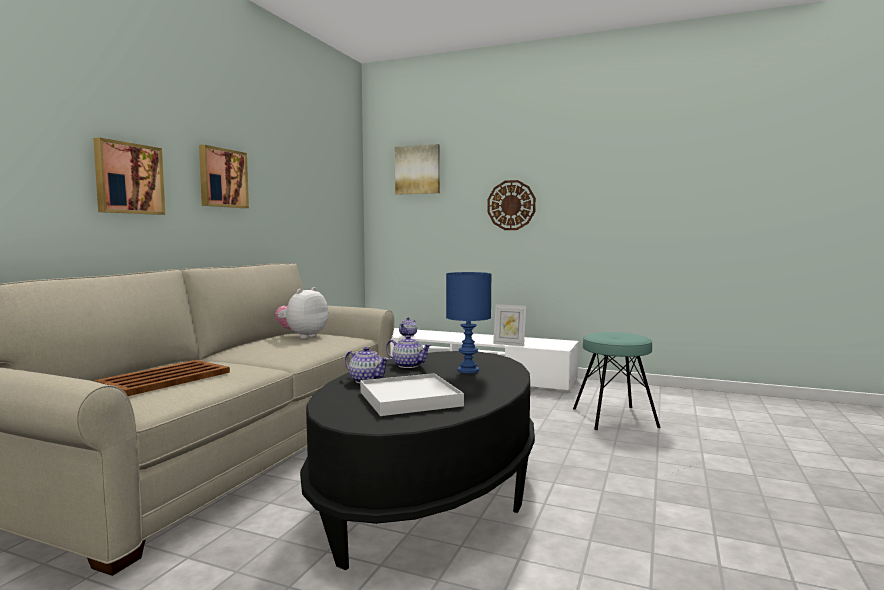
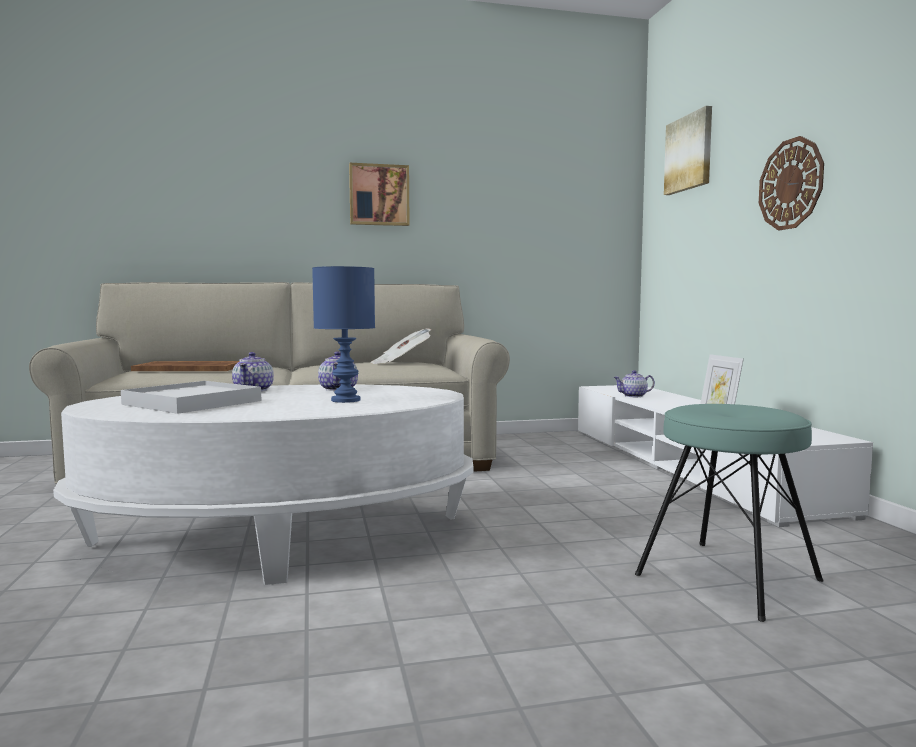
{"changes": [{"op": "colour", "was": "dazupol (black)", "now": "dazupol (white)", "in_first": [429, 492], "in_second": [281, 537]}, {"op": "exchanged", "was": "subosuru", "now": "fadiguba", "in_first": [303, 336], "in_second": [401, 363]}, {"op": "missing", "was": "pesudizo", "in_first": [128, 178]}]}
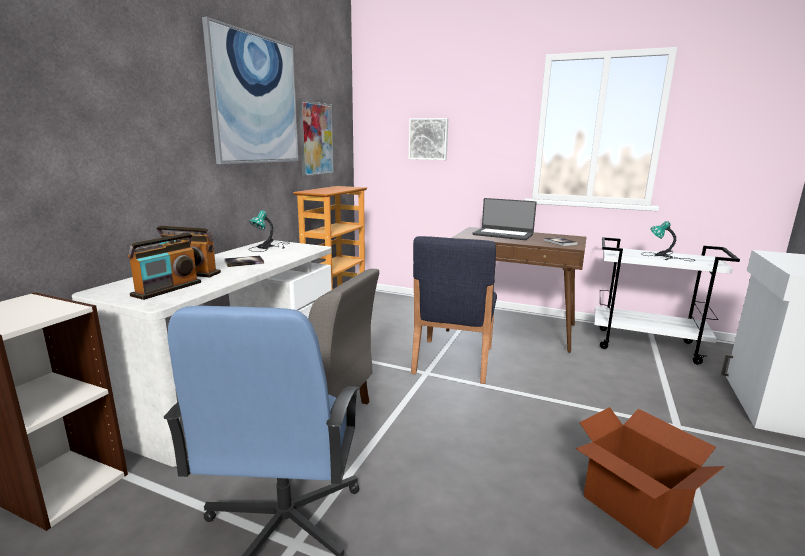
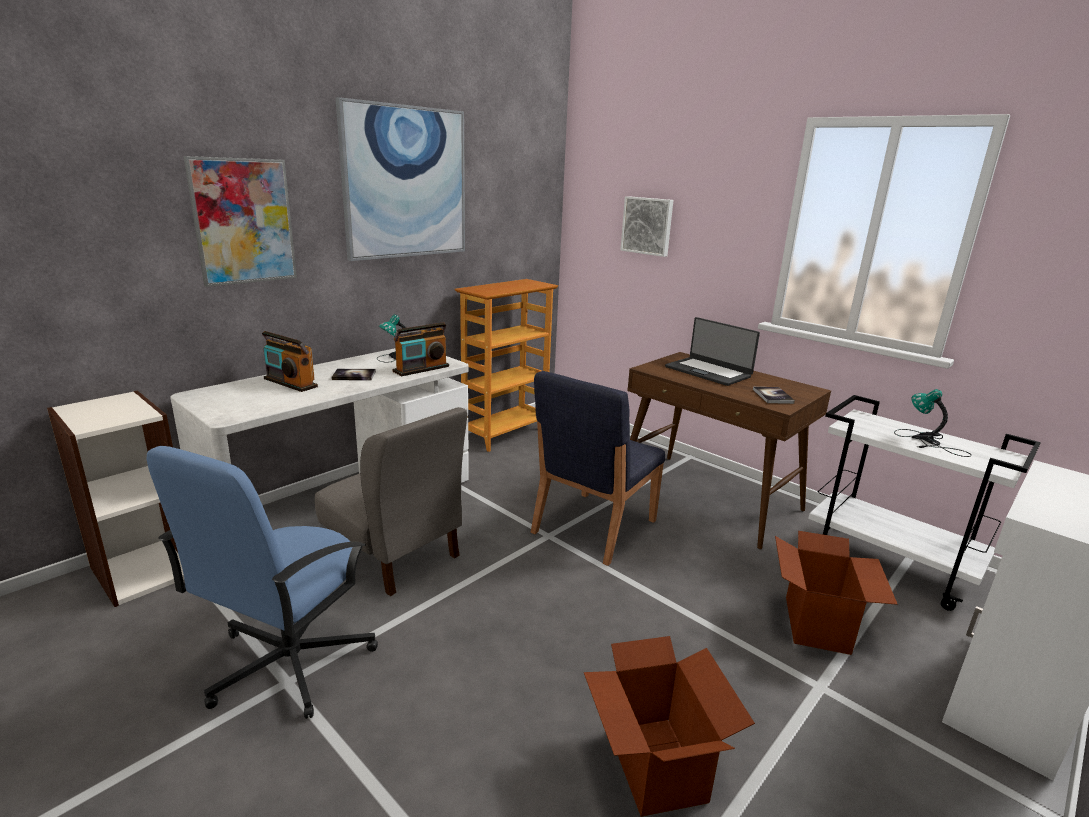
{"changes": [{"op": "relocated", "was": "pesudizo", "in_first": [316, 139], "in_second": [243, 221]}, {"op": "relocated", "was": "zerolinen", "in_first": [167, 289], "in_second": [421, 369]}, {"op": "appeared", "now": "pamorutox", "in_second": [818, 624]}]}
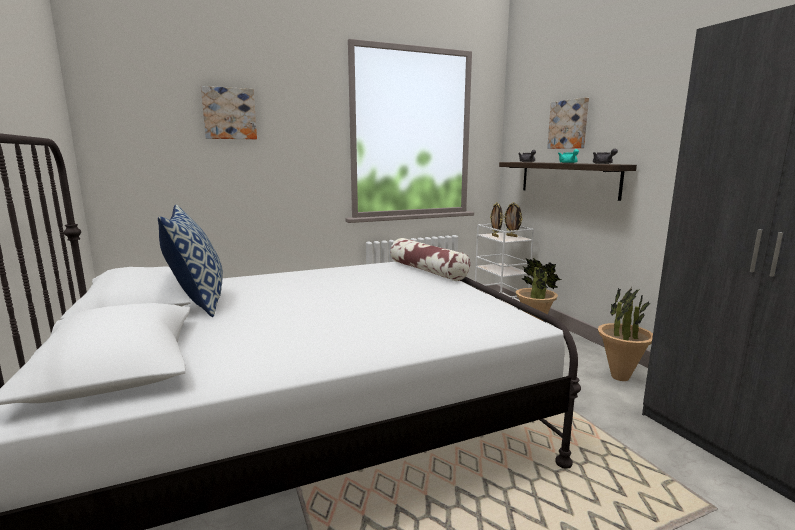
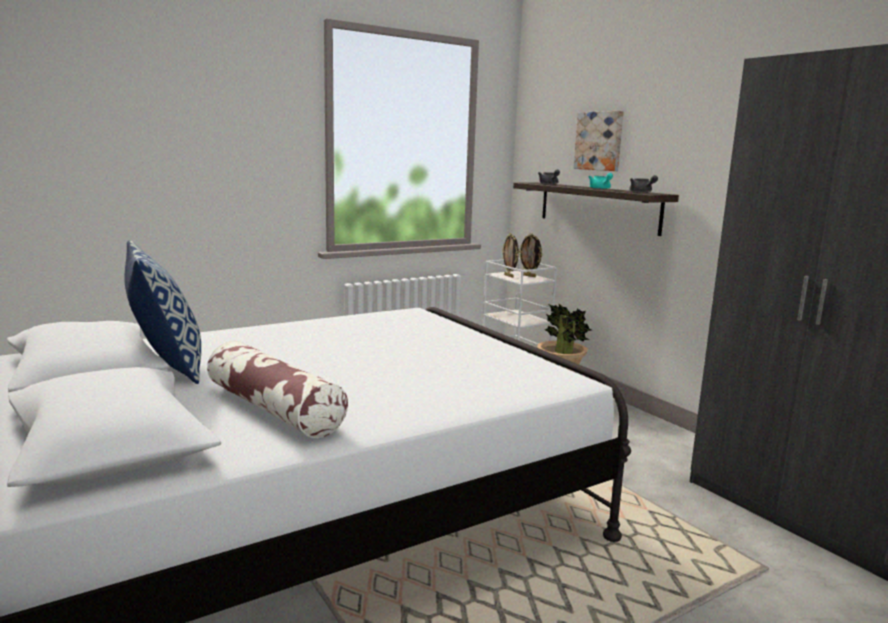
{"changes": [{"op": "relocated", "was": "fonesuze", "in_first": [427, 270], "in_second": [273, 409]}, {"op": "missing", "was": "pesudizo", "in_first": [229, 113]}, {"op": "missing", "was": "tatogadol", "in_first": [619, 377]}]}
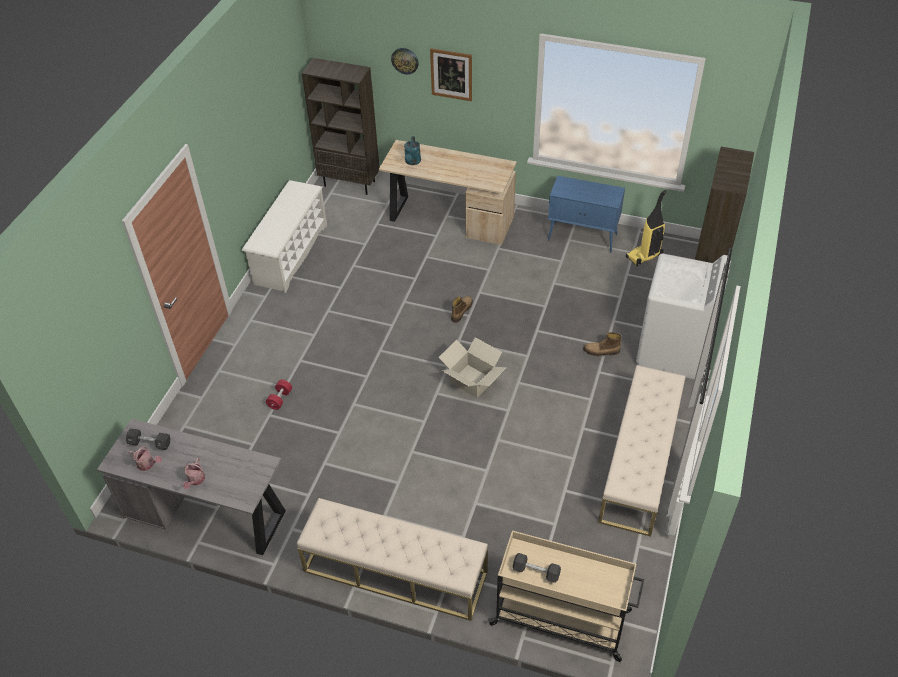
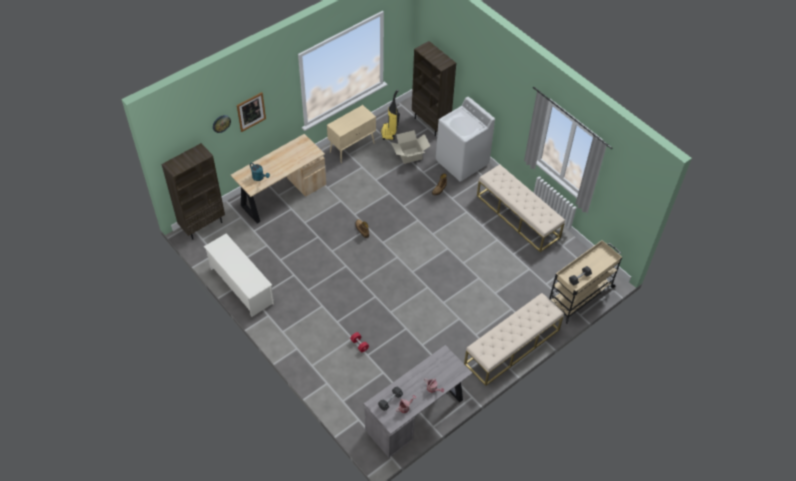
{"changes": [{"op": "colour", "was": "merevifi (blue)", "now": "merevifi (beige)", "in_first": [583, 237], "in_second": [352, 147]}, {"op": "relocated", "was": "pamorutox", "in_first": [472, 381], "in_second": [410, 155]}]}
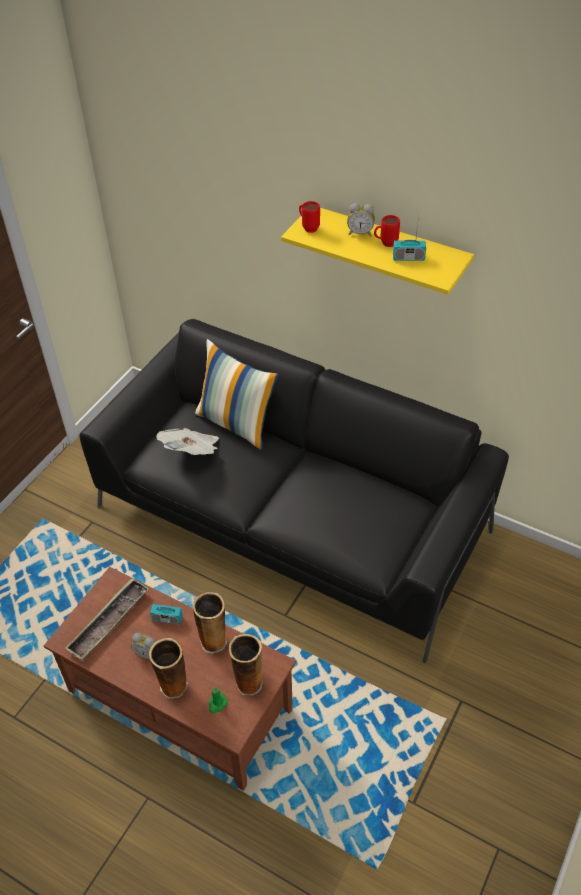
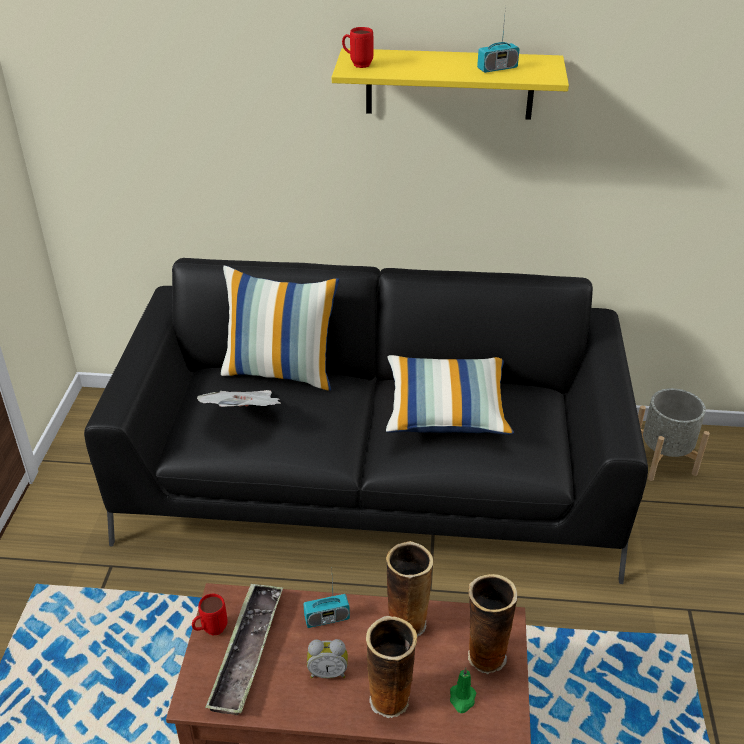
{"changes": [{"op": "relocated", "was": "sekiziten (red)", "in_first": [385, 244], "in_second": [210, 631]}, {"op": "appeared", "now": "fonesuze", "in_second": [446, 410]}, {"op": "appeared", "now": "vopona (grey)", "in_second": [663, 460]}, {"op": "missing", "was": "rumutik", "in_first": [360, 233]}]}
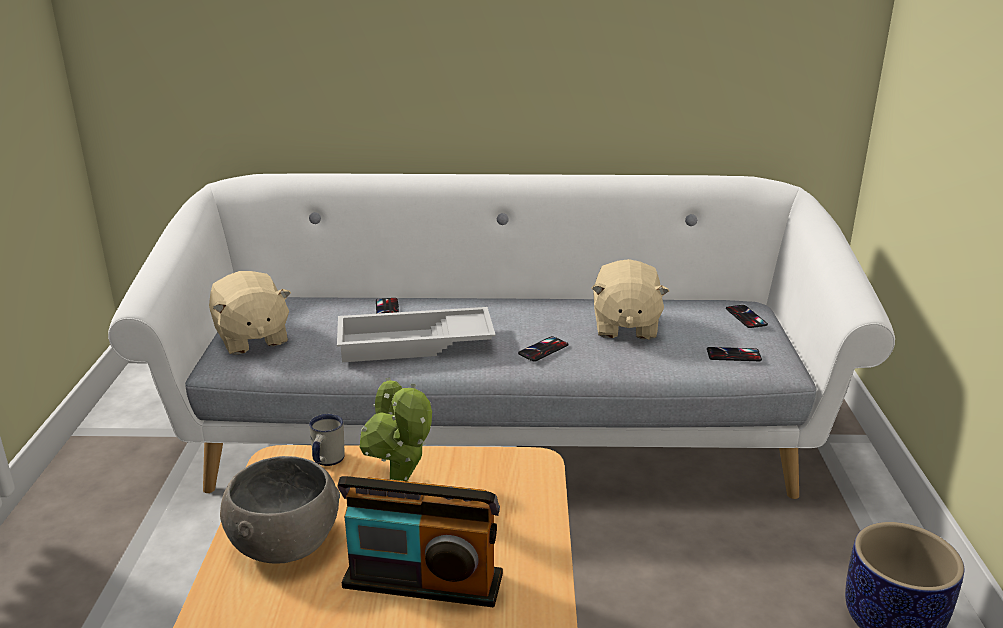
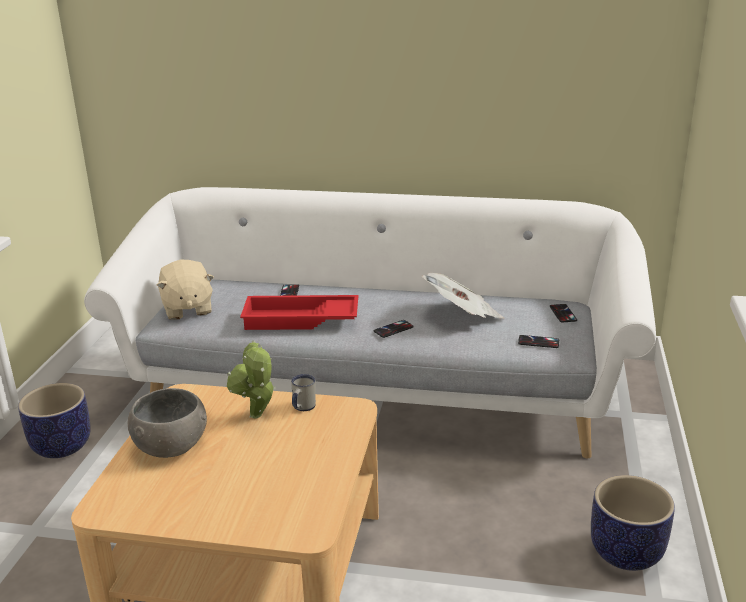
{"changes": [{"op": "appeared", "now": "vopona", "in_second": [61, 446]}, {"op": "colour", "was": "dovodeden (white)", "now": "dovodeden (red)", "in_first": [414, 345], "in_second": [300, 320]}, {"op": "relocated", "was": "sekiziten (white)", "in_first": [326, 461], "in_second": [302, 408]}, {"op": "exchanged", "was": "subosuru (beige)", "now": "fadiguba", "in_first": [625, 326], "in_second": [463, 315]}, {"op": "missing", "was": "zerolinen", "in_first": [423, 581]}]}
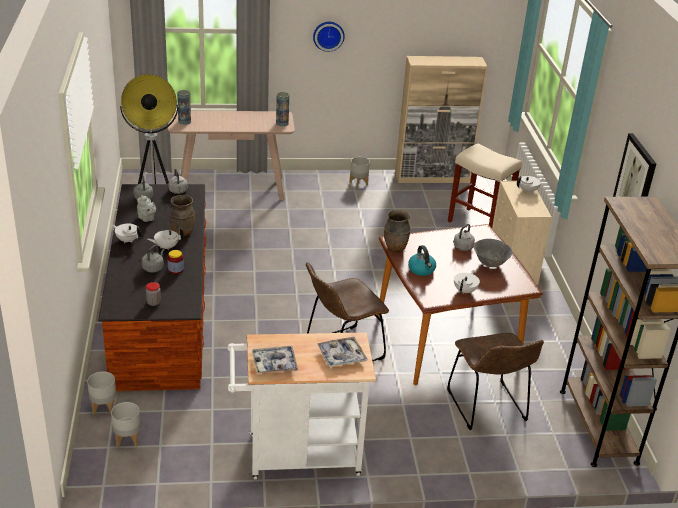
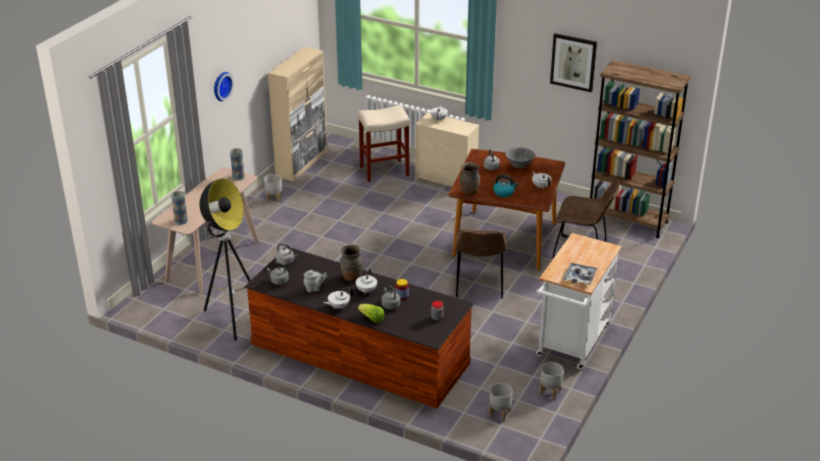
{"changes": [{"op": "appeared", "now": "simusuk", "in_second": [372, 319]}, {"op": "relocated", "was": "vopona (grey)", "in_first": [104, 407], "in_second": [549, 392]}, {"op": "missing", "was": "dovodeden", "in_first": [341, 356]}]}
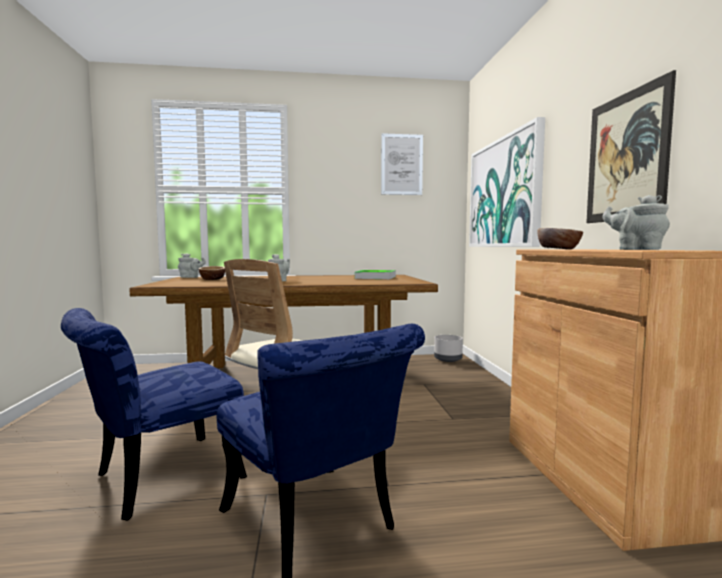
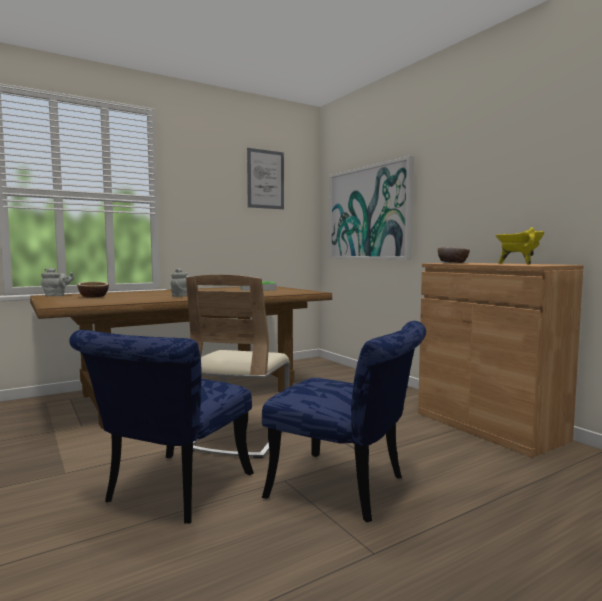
{"changes": [{"op": "exchanged", "was": "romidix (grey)", "now": "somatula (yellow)", "in_first": [636, 249], "in_second": [518, 264]}, {"op": "missing", "was": "vopona (grey)", "in_first": [448, 359]}, {"op": "missing", "was": "pesudizo", "in_first": [626, 157]}]}
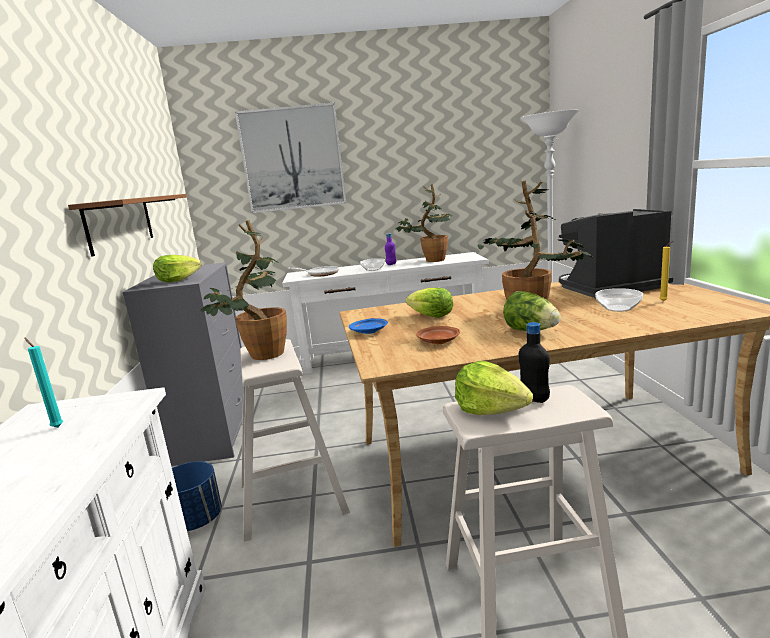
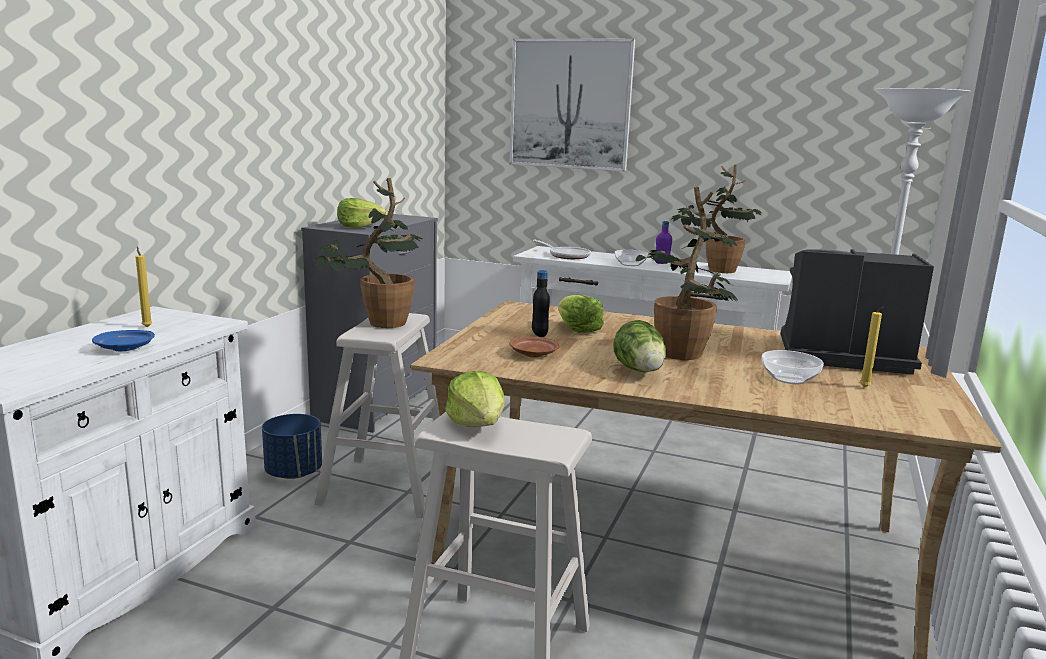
{"changes": [{"op": "relocated", "was": "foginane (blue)", "in_first": [369, 331], "in_second": [125, 348]}, {"op": "colour", "was": "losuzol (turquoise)", "now": "losuzol (yellow)", "in_first": [56, 427], "in_second": [147, 327]}, {"op": "relocated", "was": "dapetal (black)", "in_first": [534, 399], "in_second": [539, 334]}, {"op": "missing", "was": "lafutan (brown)", "in_first": [120, 223]}]}
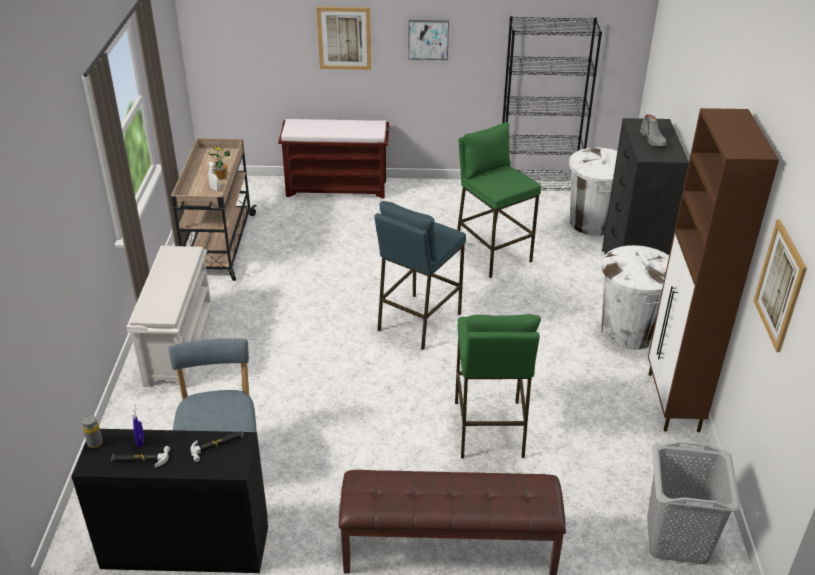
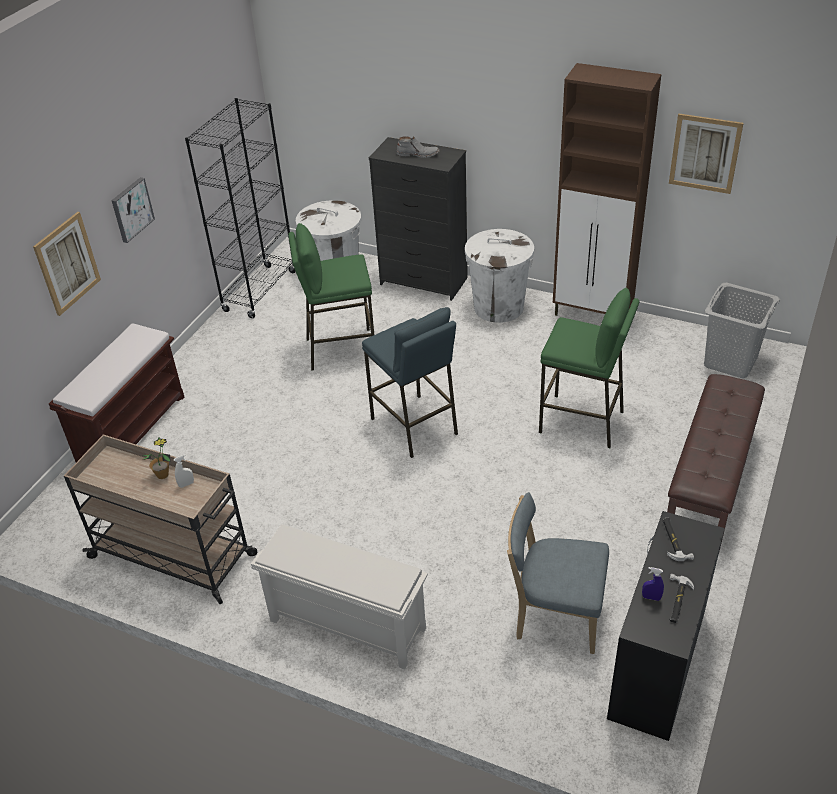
{"changes": [{"op": "missing", "was": "dapetal (grey)", "in_first": [95, 443]}]}
